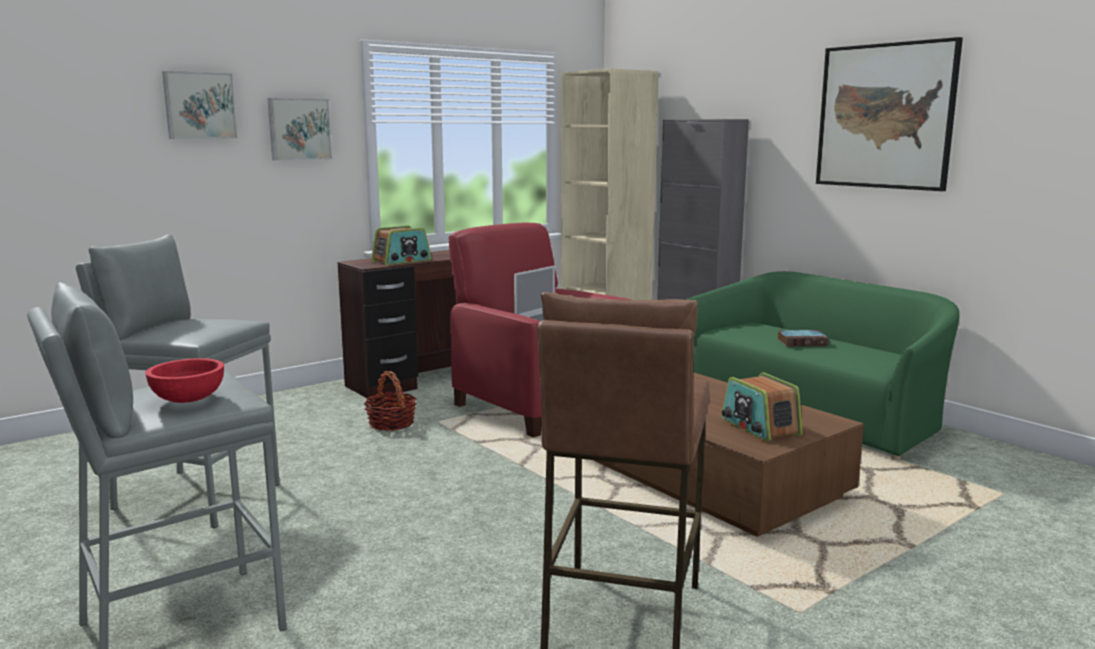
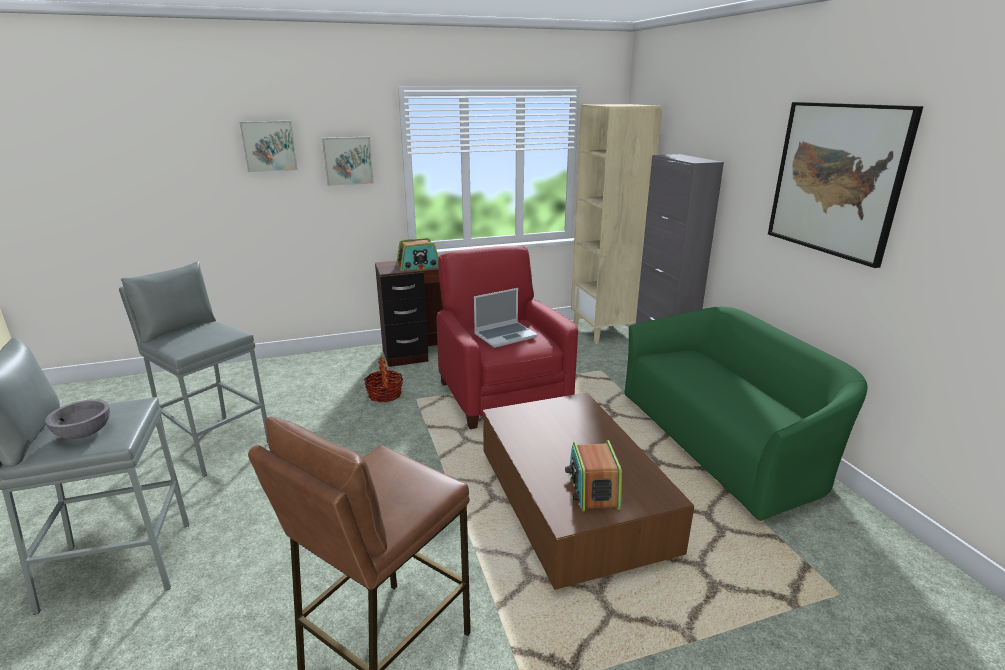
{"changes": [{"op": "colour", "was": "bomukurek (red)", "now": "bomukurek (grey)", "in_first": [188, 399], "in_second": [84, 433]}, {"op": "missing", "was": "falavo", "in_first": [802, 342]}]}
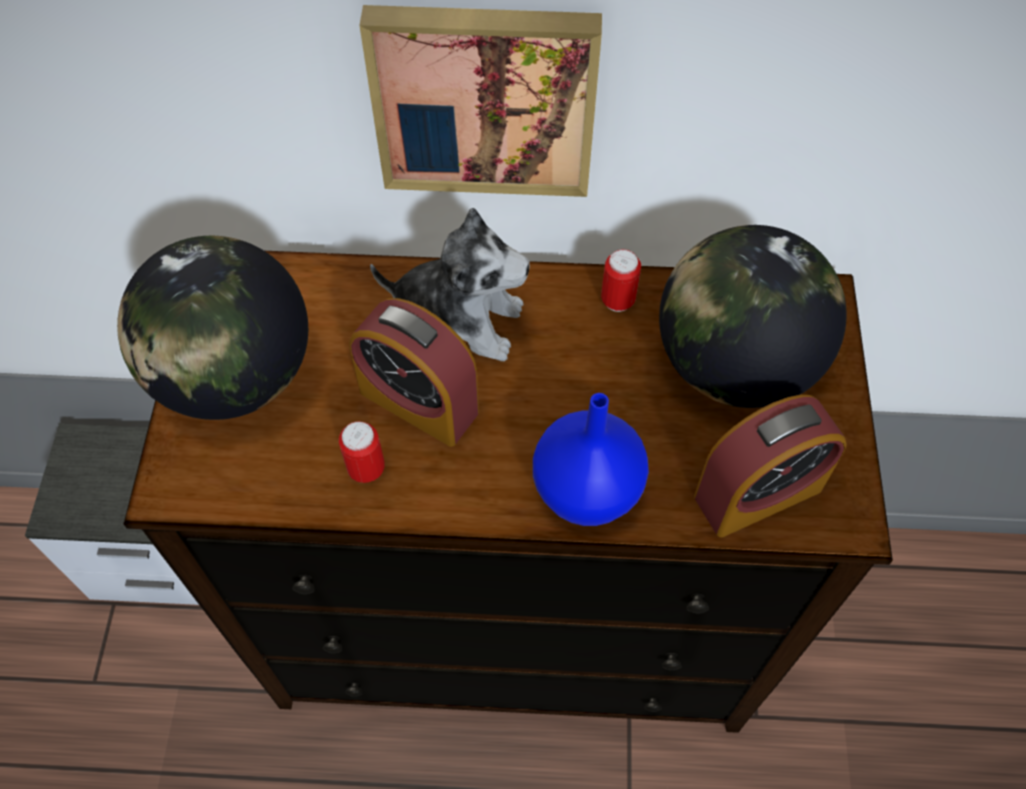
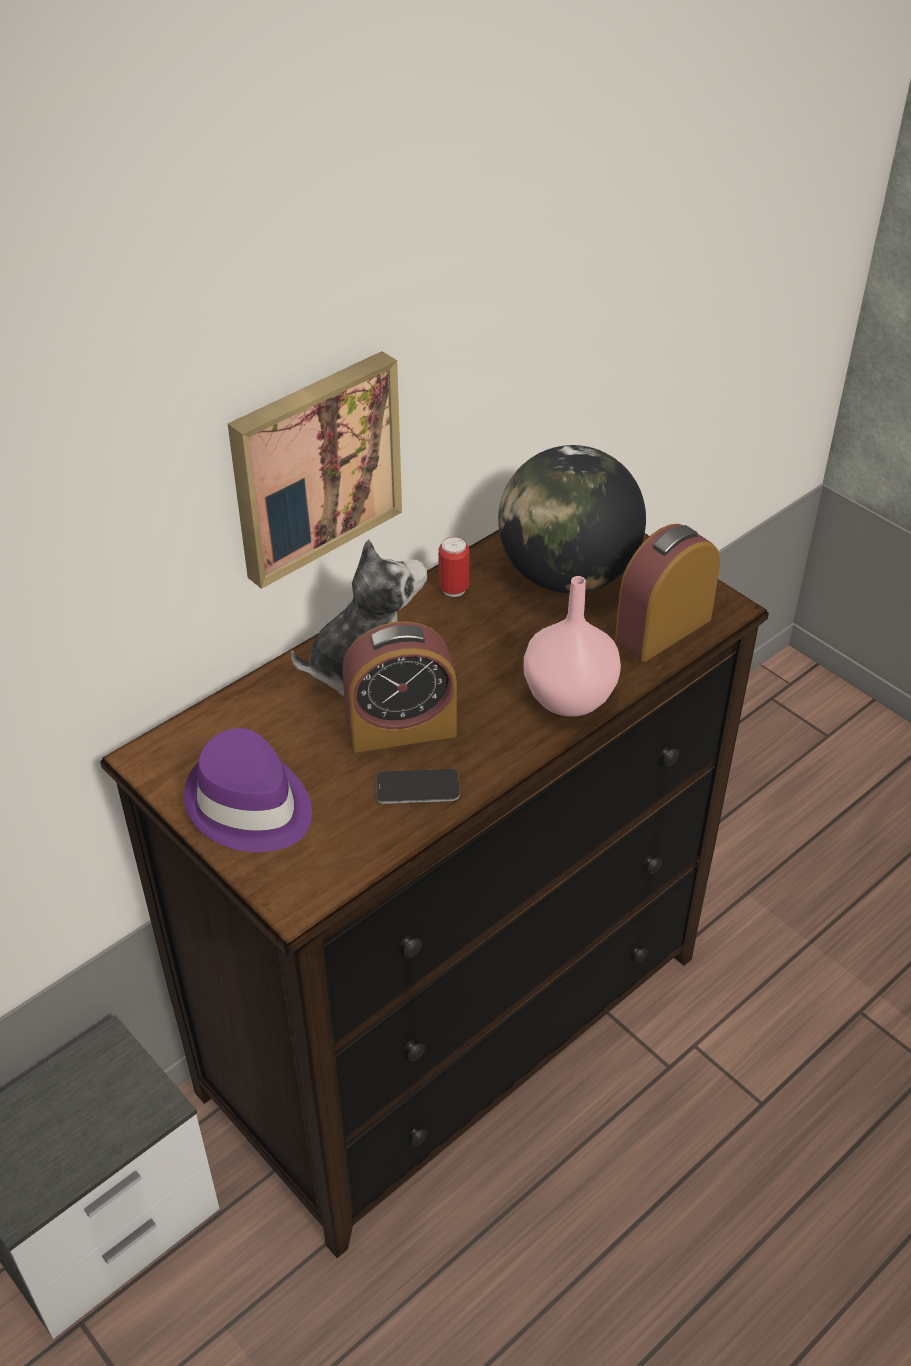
{"changes": [{"op": "exchanged", "was": "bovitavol", "now": "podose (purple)", "in_first": [235, 376], "in_second": [249, 806]}, {"op": "exchanged", "was": "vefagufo", "now": "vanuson", "in_first": [366, 469], "in_second": [417, 788]}, {"op": "colour", "was": "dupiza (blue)", "now": "dupiza (pink)", "in_first": [585, 493], "in_second": [570, 700]}, {"op": "spun", "was": "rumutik", "in_first": [757, 493], "in_second": [663, 629], "clockwise": -150}]}
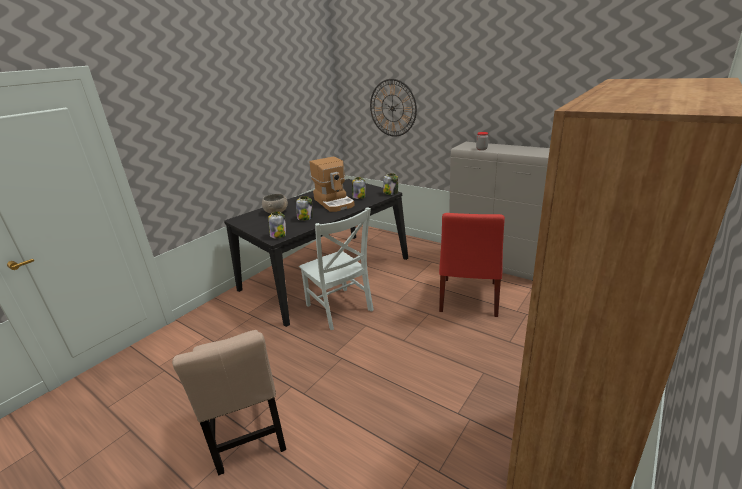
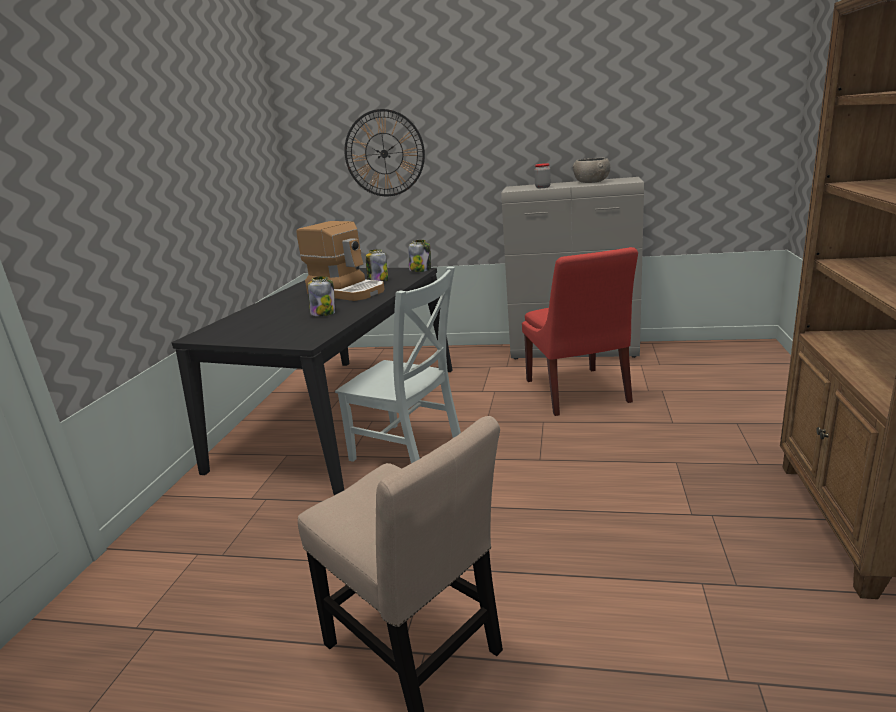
{"changes": [{"op": "relocated", "was": "bomukurek (grey)", "in_first": [276, 211], "in_second": [591, 182]}, {"op": "missing", "was": "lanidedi", "in_first": [278, 235]}]}
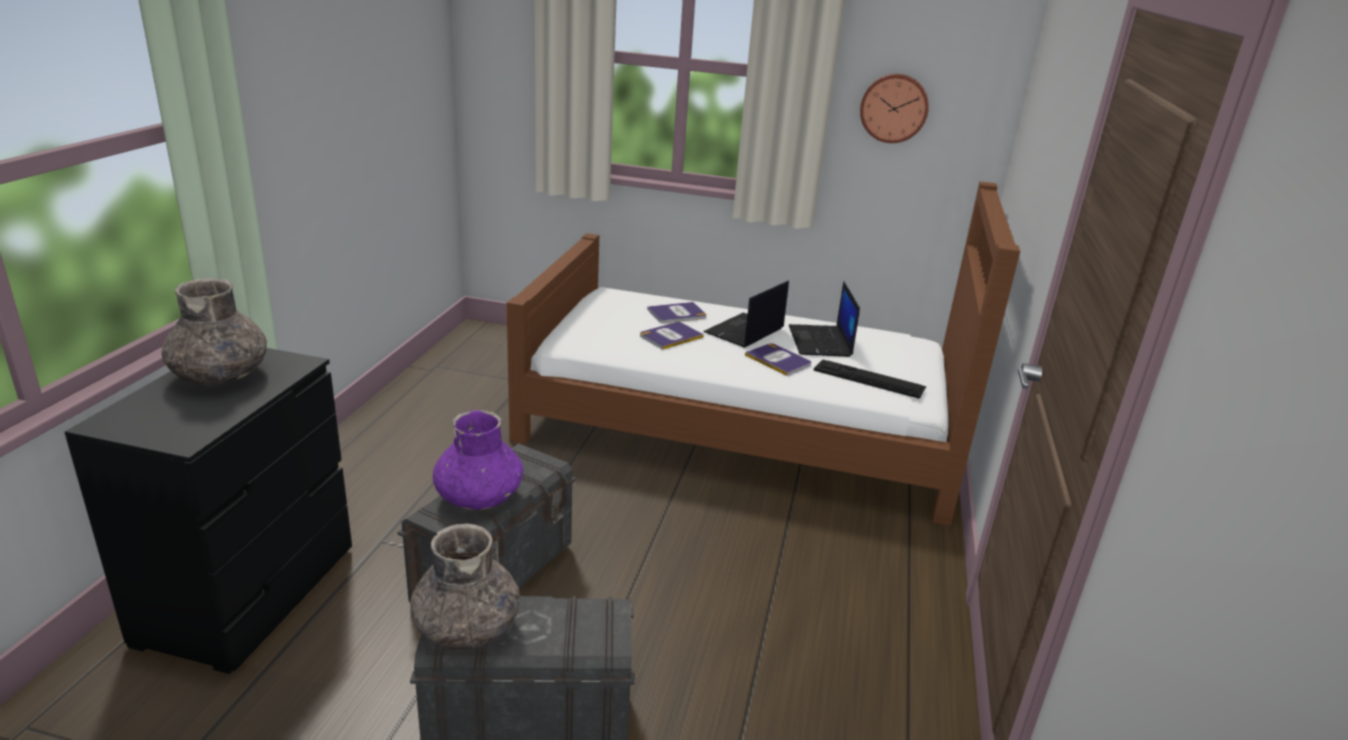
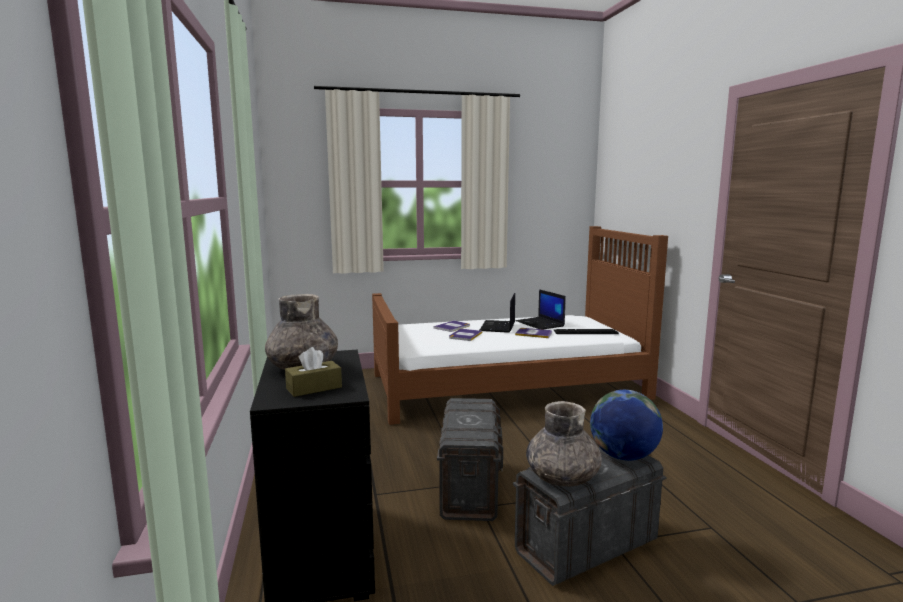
{"changes": [{"op": "appeared", "now": "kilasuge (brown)", "in_second": [314, 388]}, {"op": "appeared", "now": "bovitavol", "in_second": [623, 456]}, {"op": "missing", "was": "dupiza (purple)", "in_first": [479, 497]}, {"op": "missing", "was": "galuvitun", "in_first": [894, 108]}]}
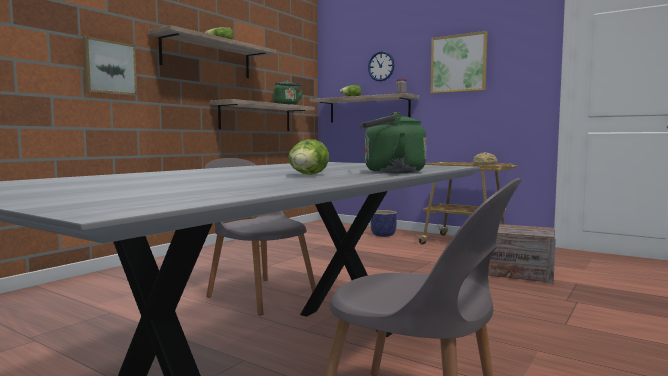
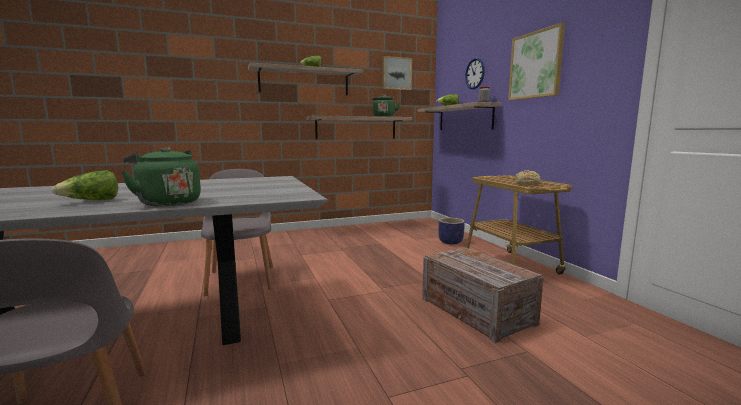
{"changes": [{"op": "relocated", "was": "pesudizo", "in_first": [109, 67], "in_second": [396, 73]}]}
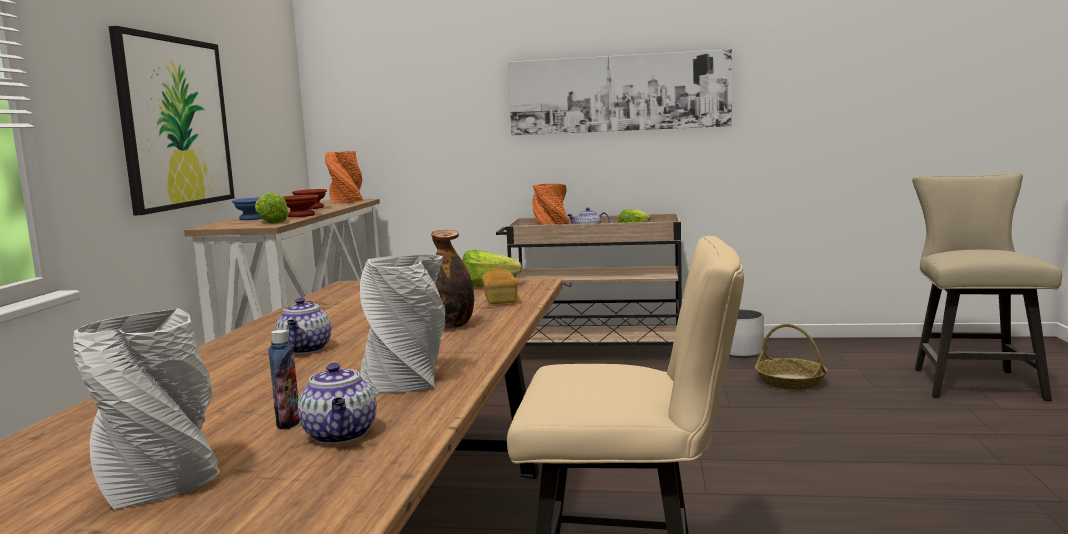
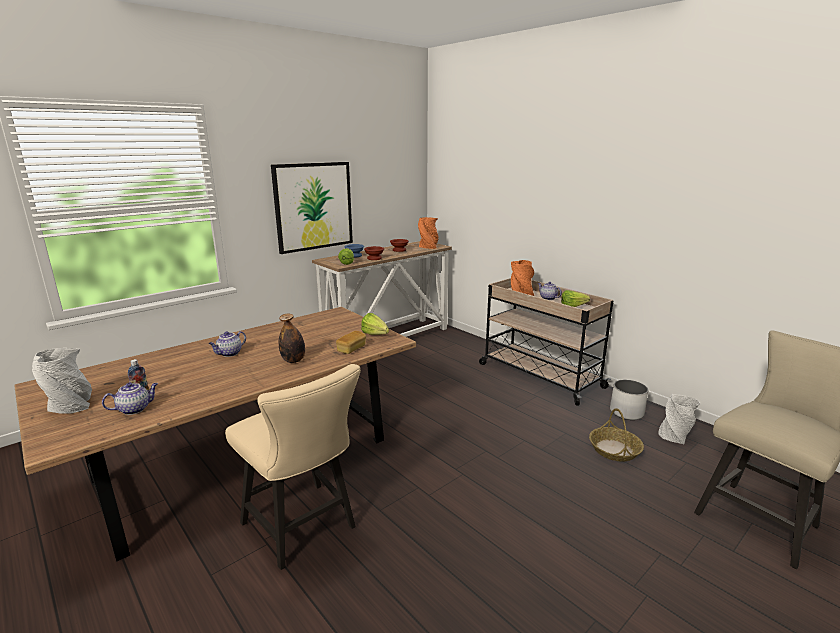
{"changes": [{"op": "spun", "was": "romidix", "in_first": [341, 435], "in_second": [135, 409], "clockwise": -150}, {"op": "relocated", "was": "dupiza (grey)", "in_first": [407, 381], "in_second": [675, 436]}, {"op": "missing", "was": "pesudizo", "in_first": [618, 93]}]}
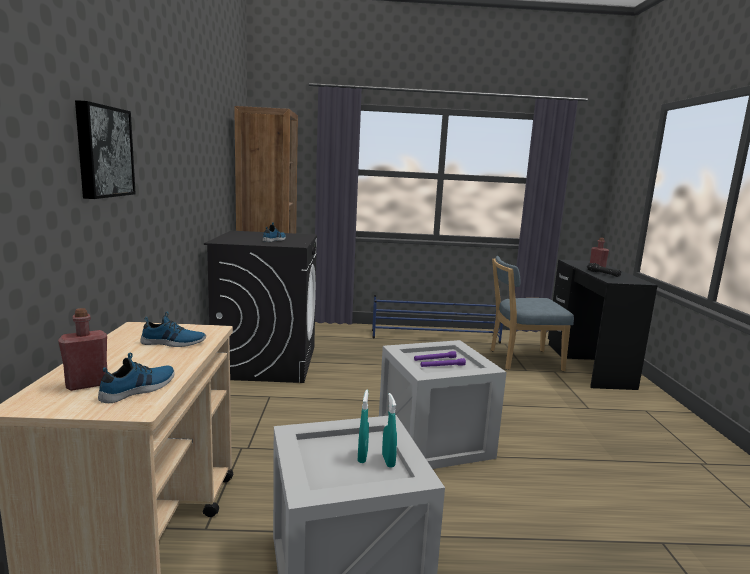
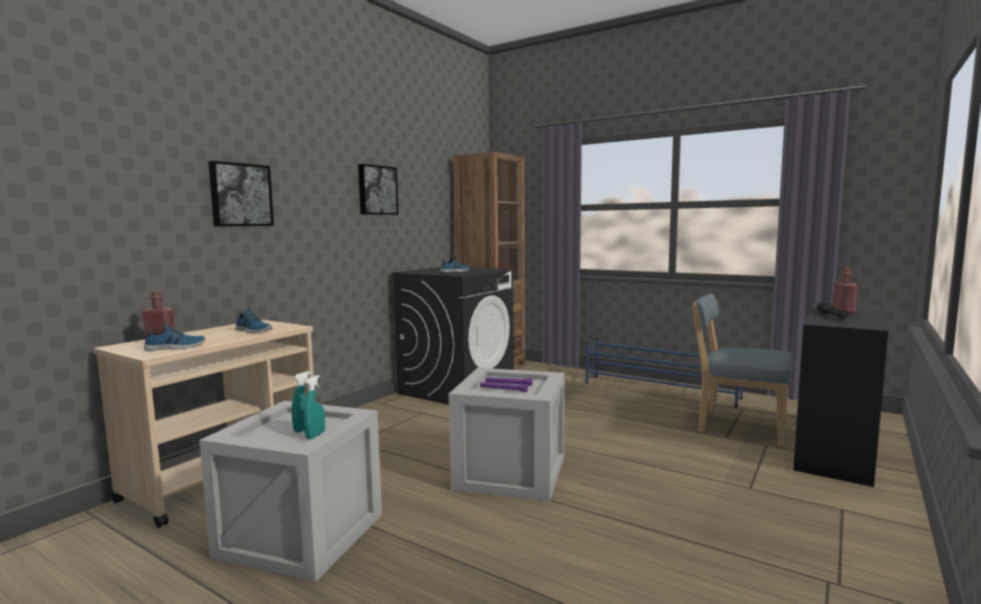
{"changes": [{"op": "appeared", "now": "pesudizo", "in_second": [376, 190]}]}
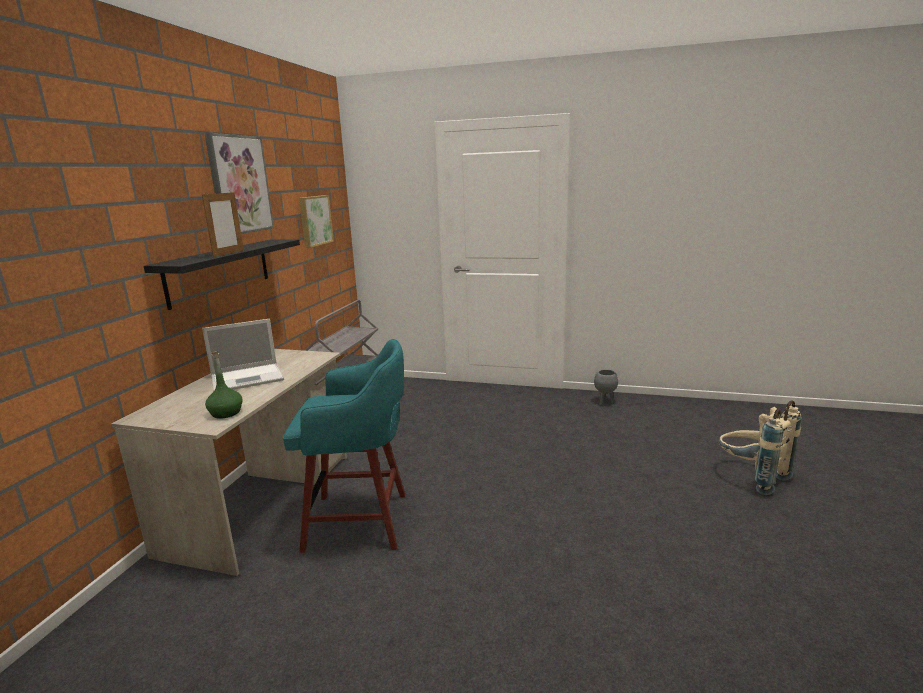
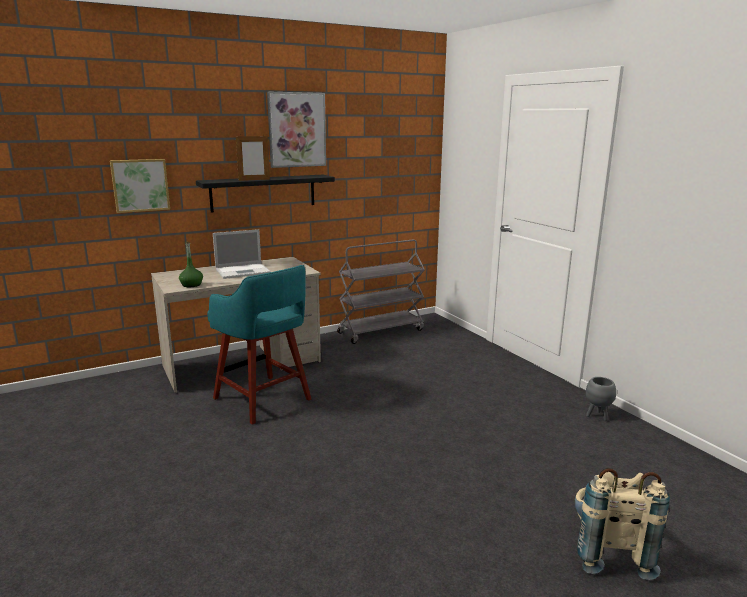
{"changes": [{"op": "relocated", "was": "pesudizo", "in_first": [314, 220], "in_second": [140, 185]}, {"op": "spun", "was": "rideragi", "in_first": [248, 378], "in_second": [244, 271], "clockwise": -45}]}
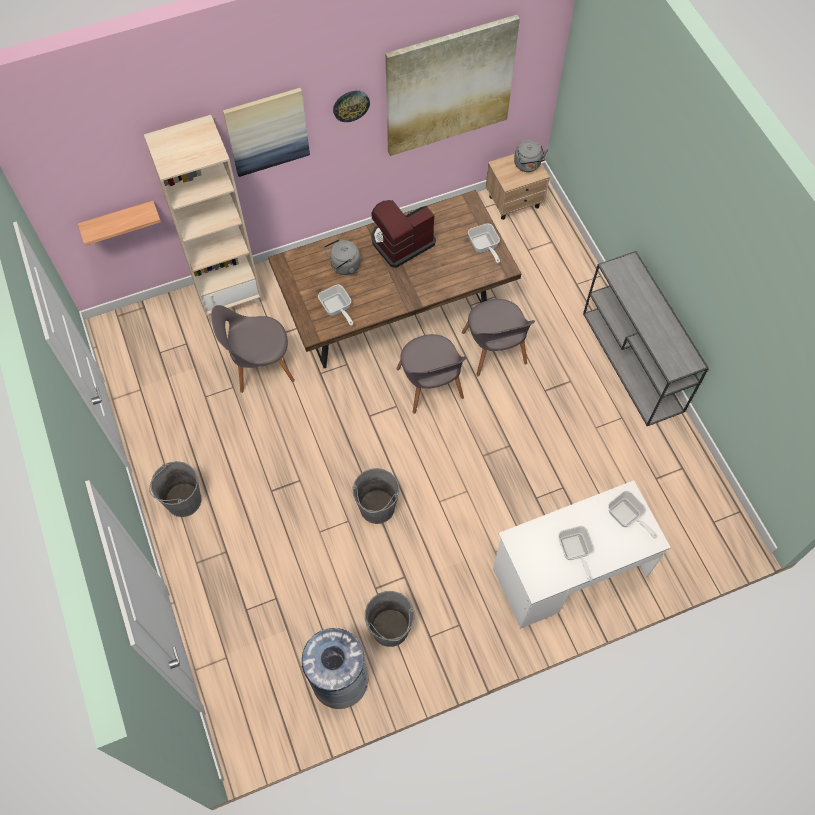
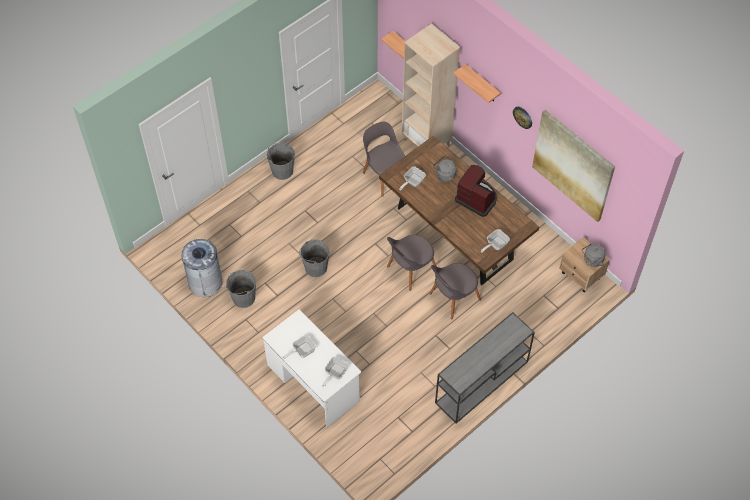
{"changes": [{"op": "exchanged", "was": "pesudizo", "now": "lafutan", "in_first": [267, 131], "in_second": [482, 84]}]}
